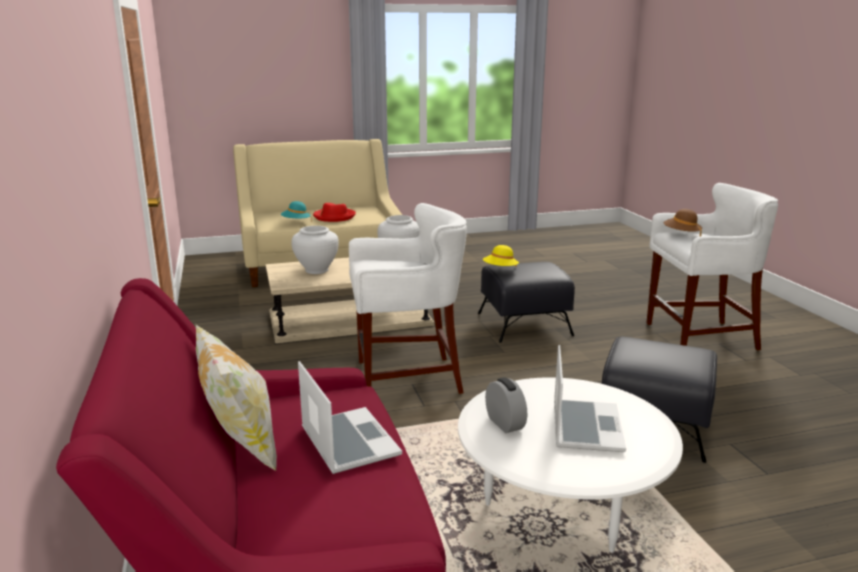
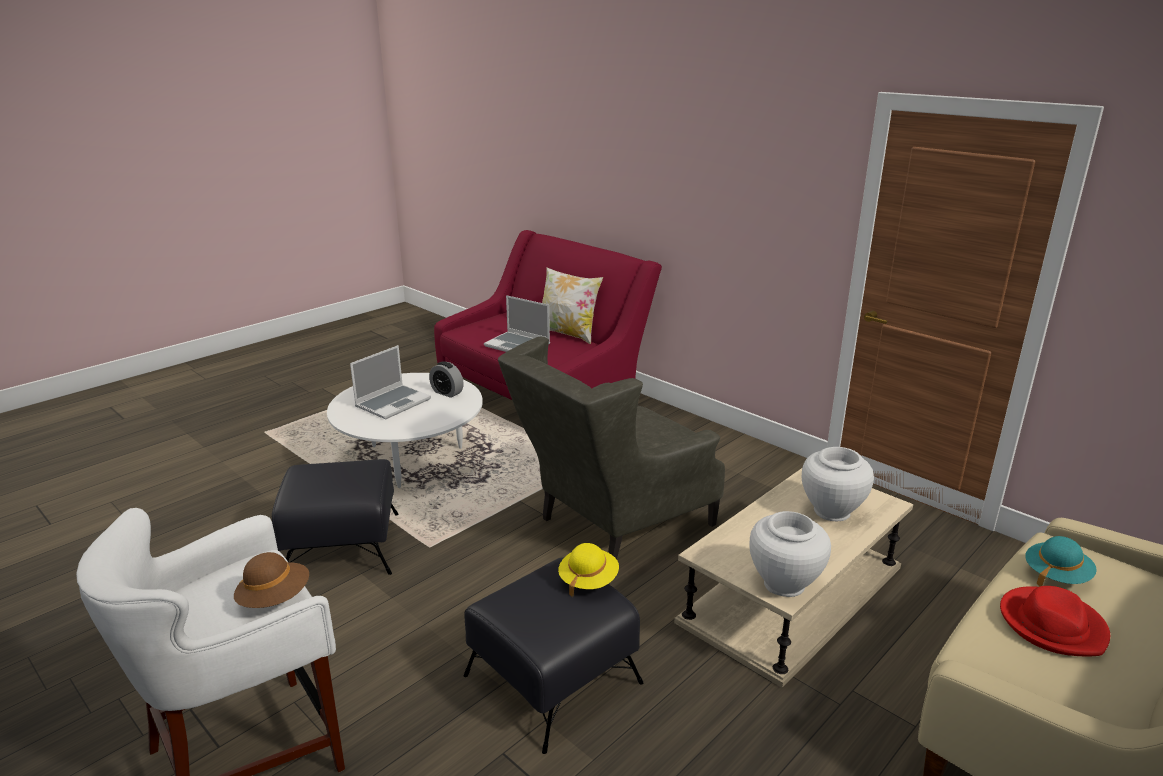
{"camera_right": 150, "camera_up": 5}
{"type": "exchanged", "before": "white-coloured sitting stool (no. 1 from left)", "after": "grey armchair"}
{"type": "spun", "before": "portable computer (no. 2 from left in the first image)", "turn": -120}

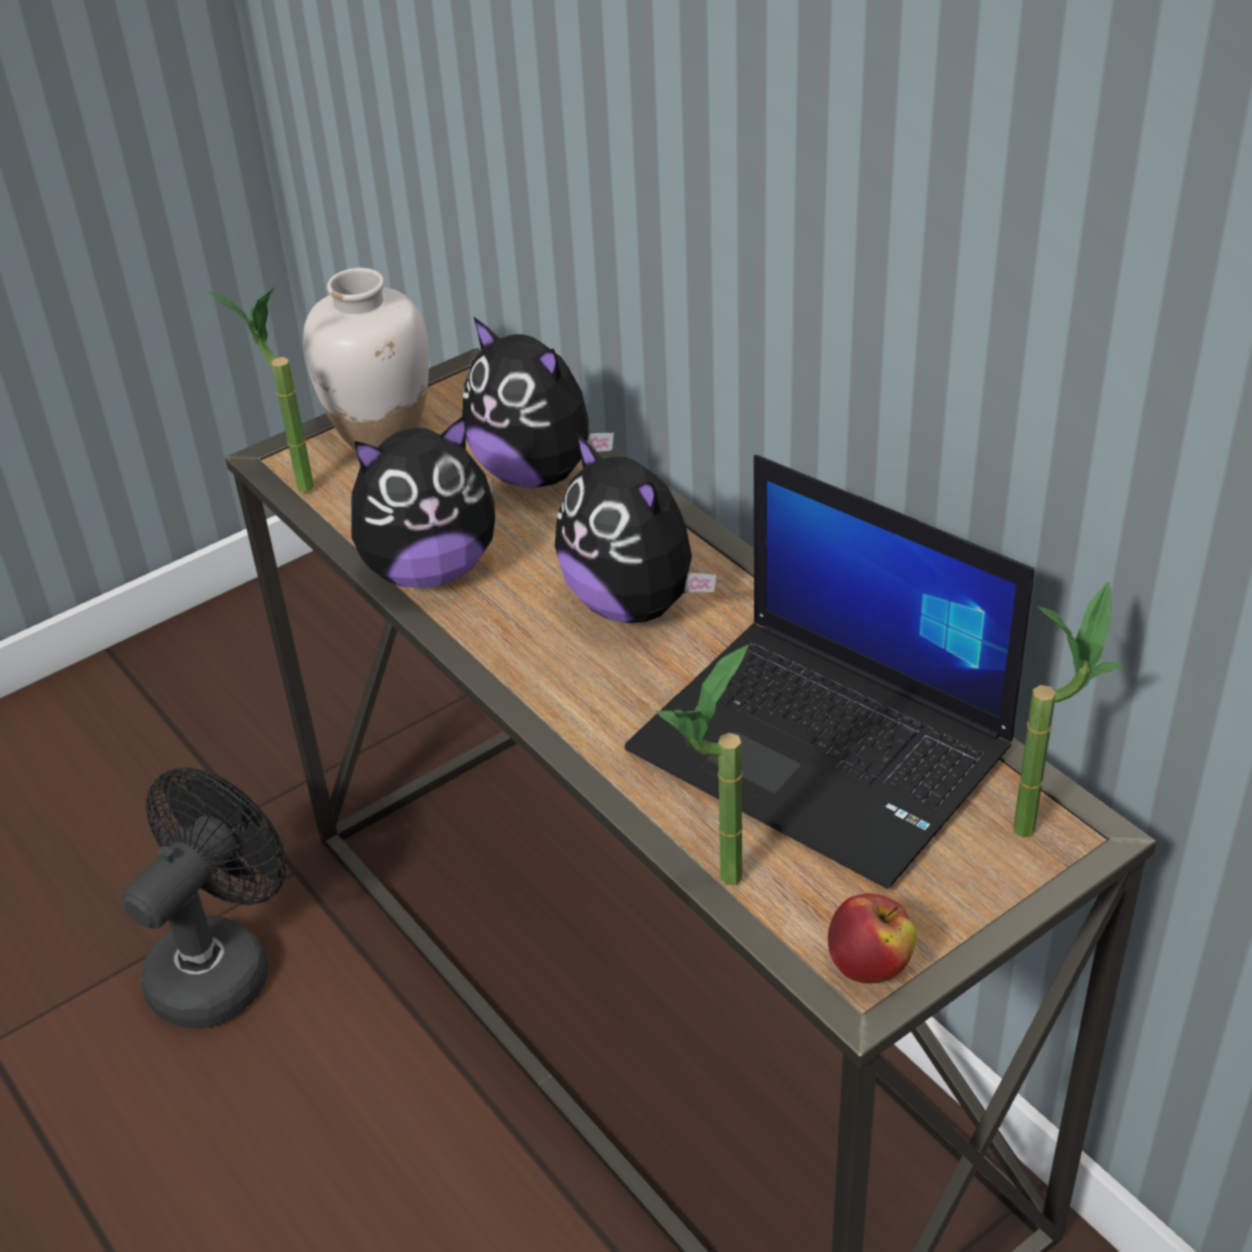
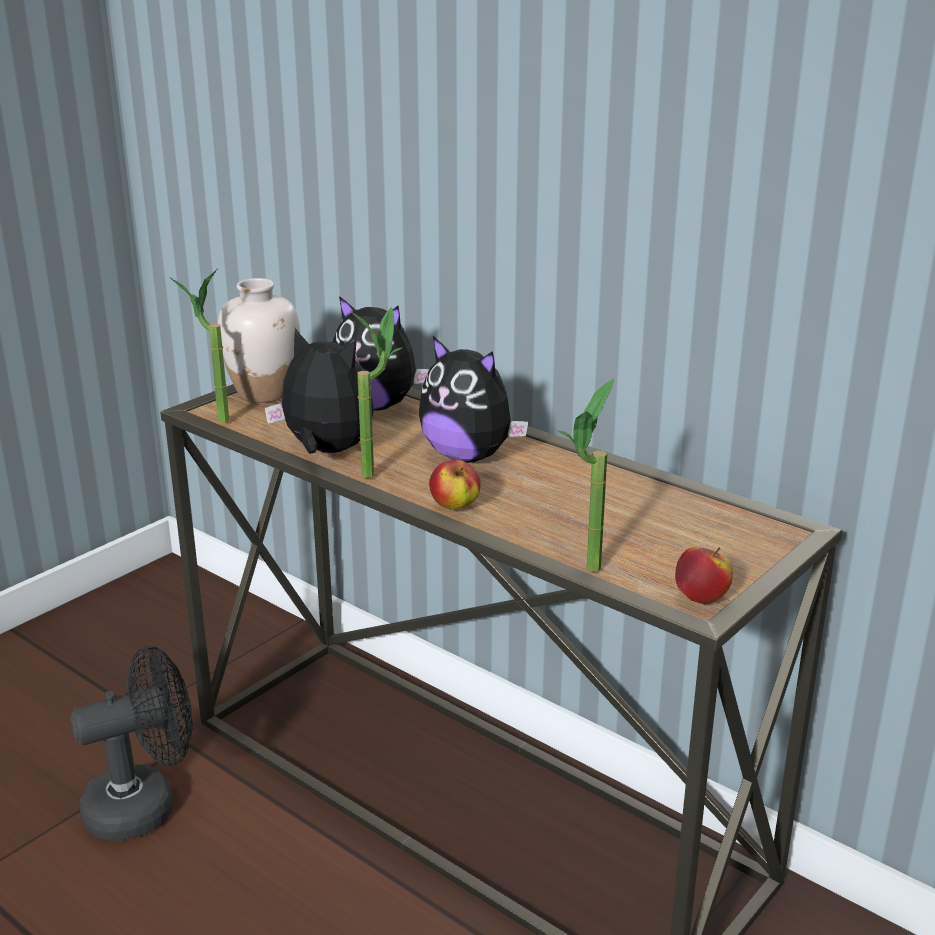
{"camera_right": -15, "camera_up": -15}
{"type": "spun", "before": "soft toy (no. 1 from left)", "turn": -120}
{"type": "missing", "before": "portable computer"}
{"type": "relocated", "before": "plant in a pot (no. 3 from left in the first image)", "after": "plant in a pot (no. 2 from left)"}
{"type": "spun", "before": "black cooling fan", "turn": 45}
{"type": "appeared", "after": "whole apple (no. 1 from left)"}

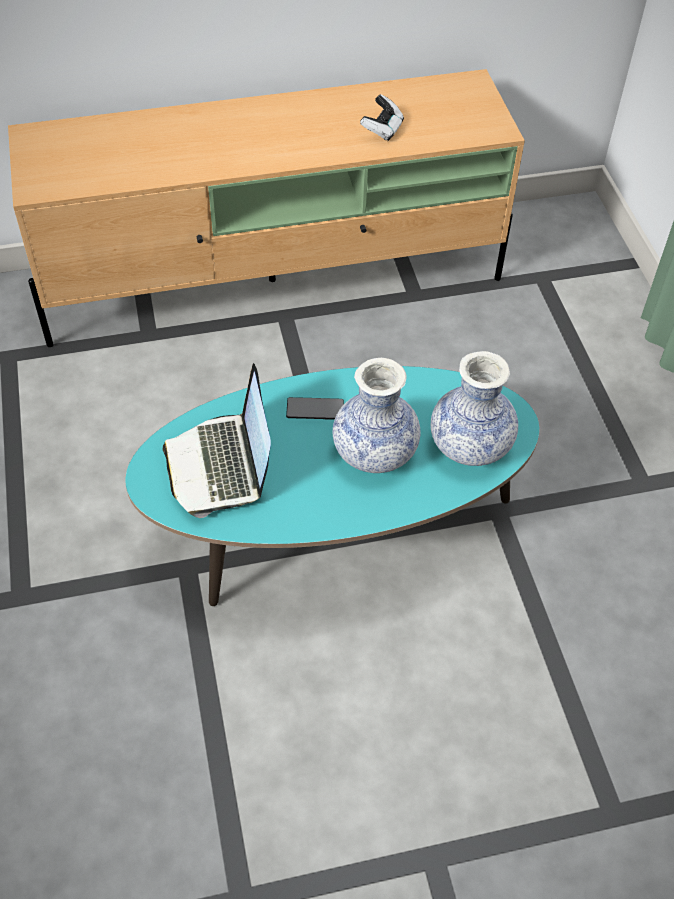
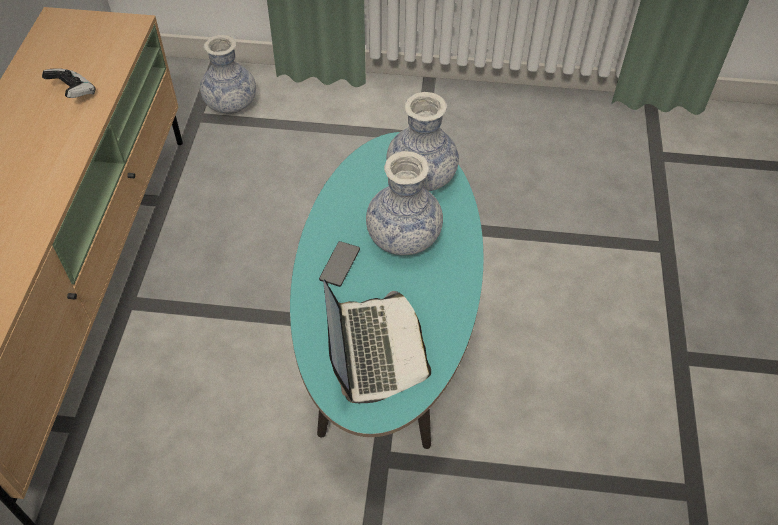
{"camera_right": -70, "camera_up": 0}
{"type": "spun", "before": "portable computer", "turn": -105}
{"type": "appeared", "after": "flower vase (no. 1 from left)"}

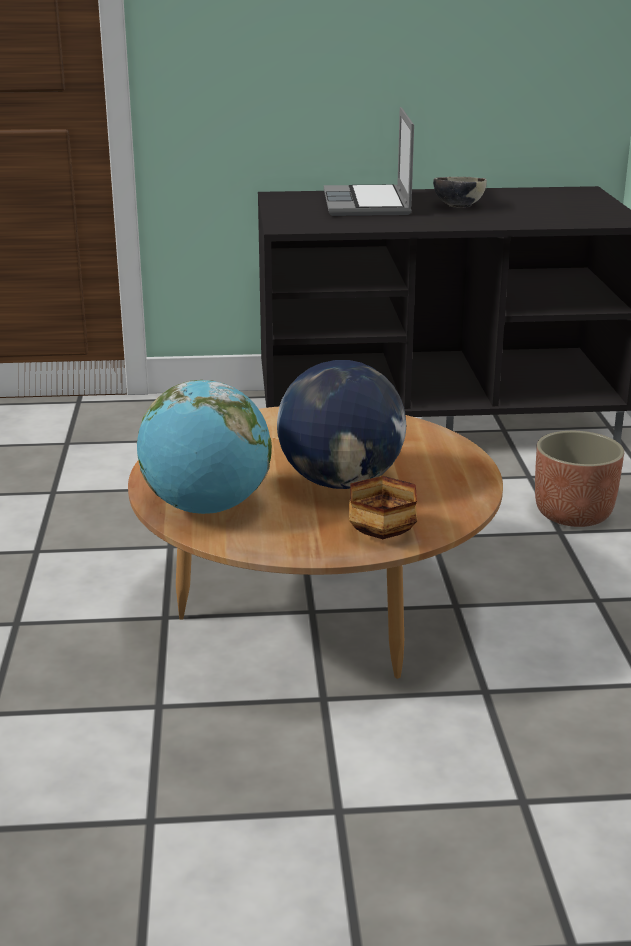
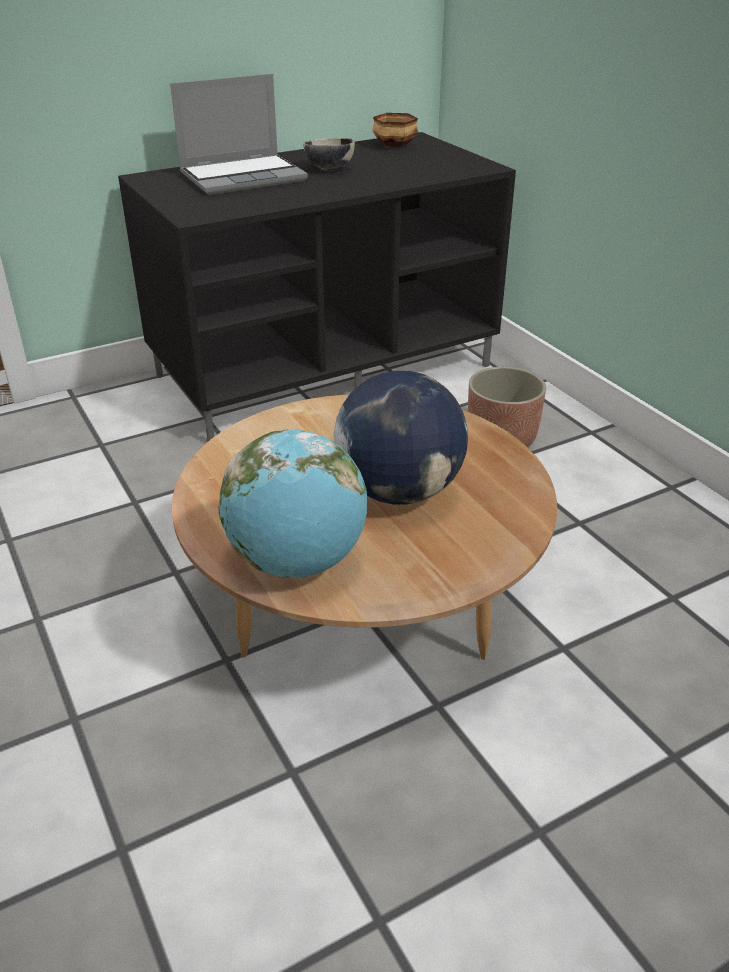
{"camera_right": -25, "camera_up": 10}
{"type": "spun", "before": "portable computer", "turn": -90}
{"type": "relocated", "before": "deep dish (no. 1 from left in the first image)", "after": "deep dish (no. 2 from left)"}

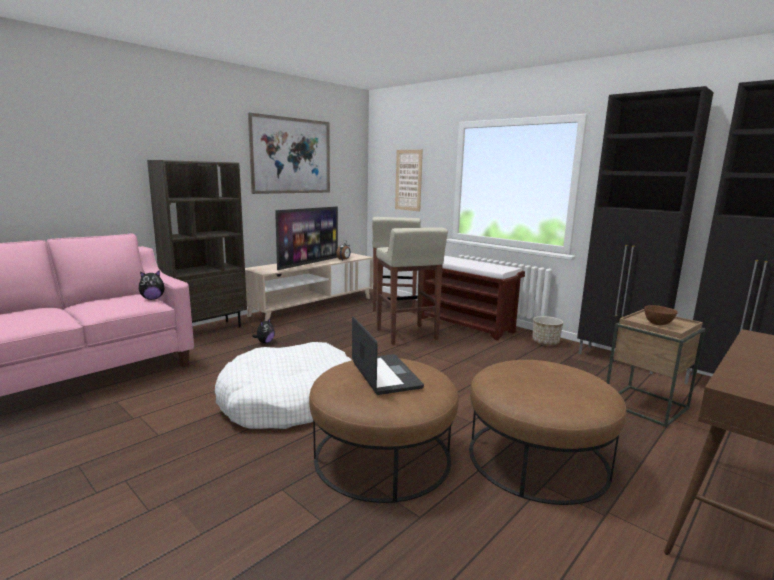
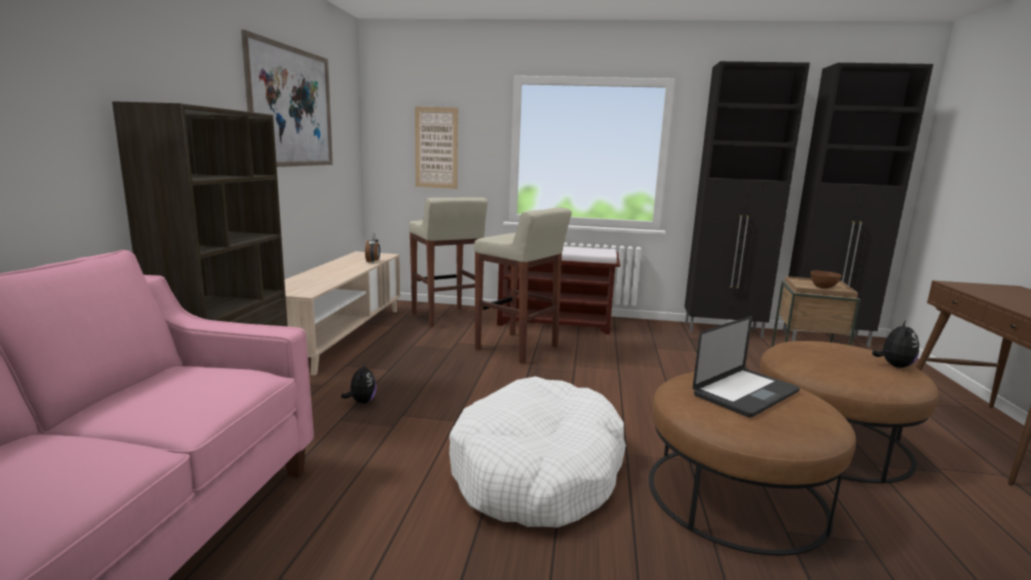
{"camera_right": -35, "camera_up": 0}
{"type": "missing", "before": "television"}
{"type": "relocated", "before": "soft toy (no. 1 from left in the first image)", "after": "soft toy (no. 2 from left)"}
{"type": "spun", "before": "portable computer", "turn": 105}
{"type": "missing", "before": "planter"}

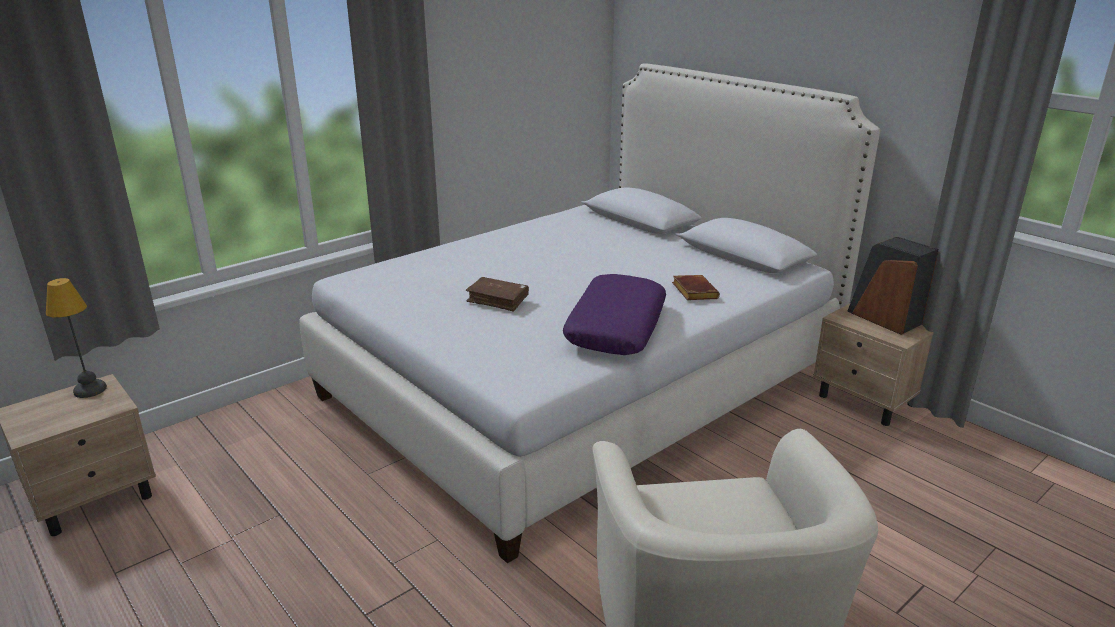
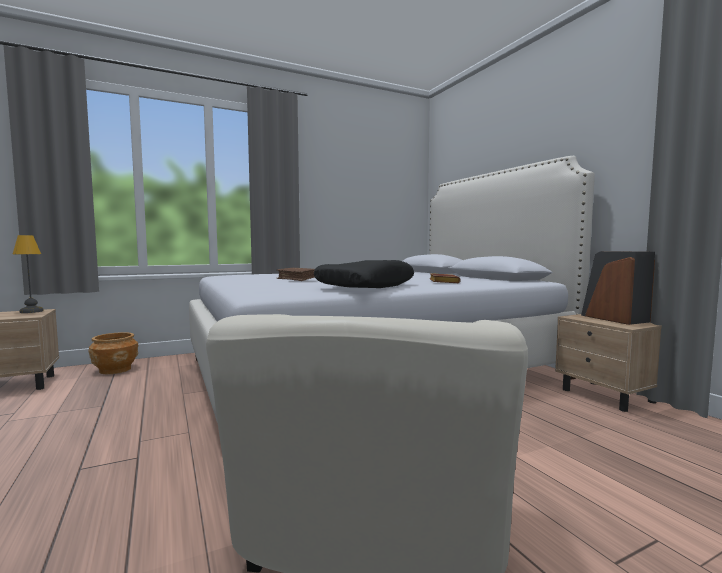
{"camera_right": 15, "camera_up": -20}
{"type": "colour", "before": "purple throw pillow", "after": "black throw pillow"}
{"type": "appeared", "after": "brown-coloured planter"}

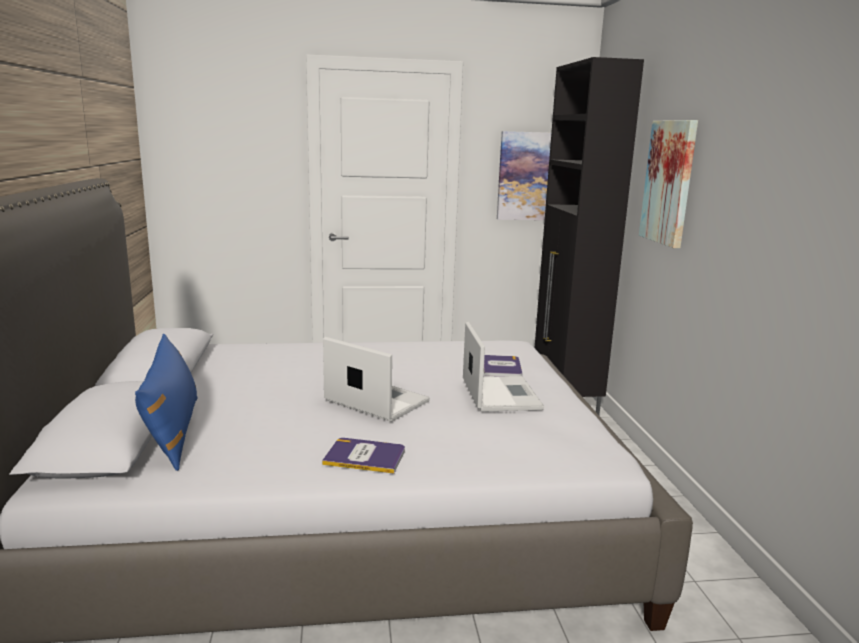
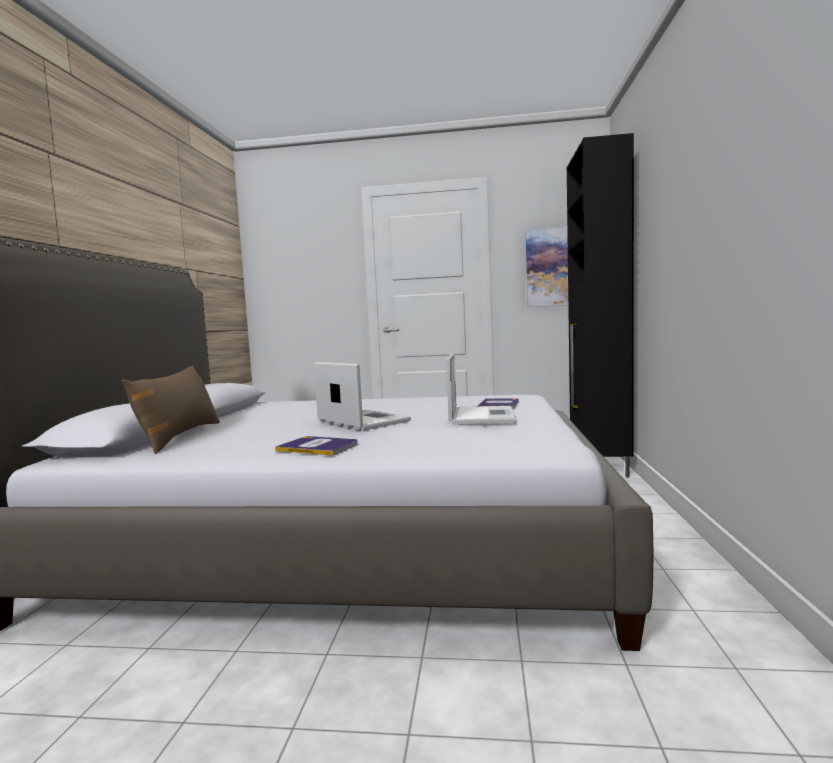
{"camera_right": 15, "camera_up": -10}
{"type": "missing", "before": "wall art (no. 2 from left)"}
{"type": "colour", "before": "bluish throw pillow", "after": "brown-coloured throw pillow"}

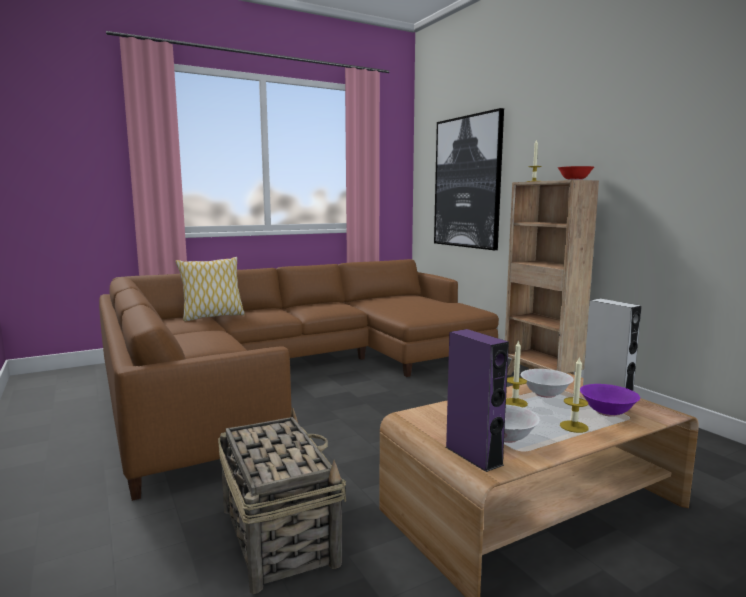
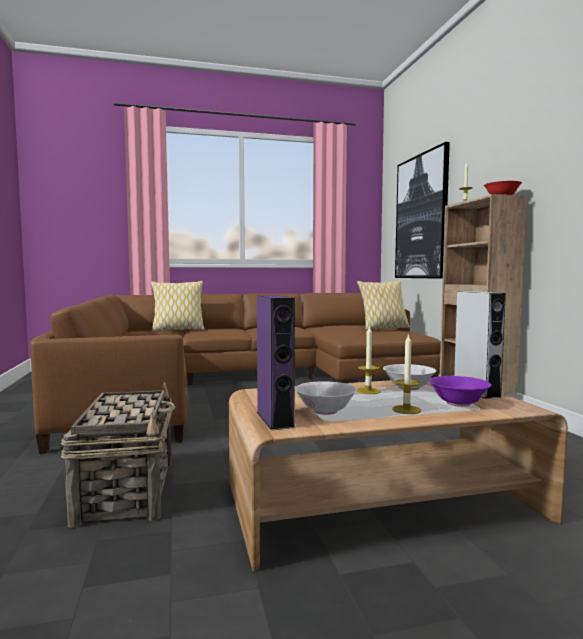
{"camera_right": 15, "camera_up": -5}
{"type": "appeared", "after": "throw pillow (no. 2 from left)"}

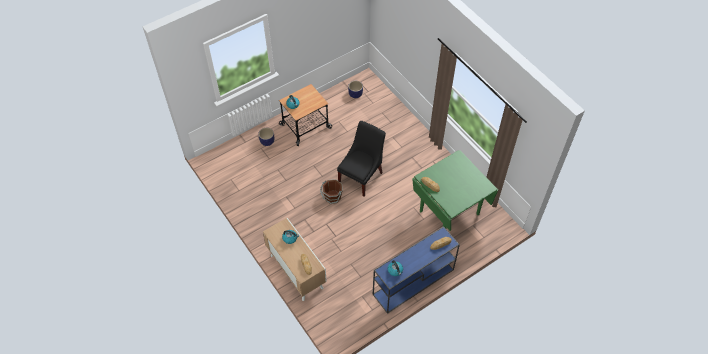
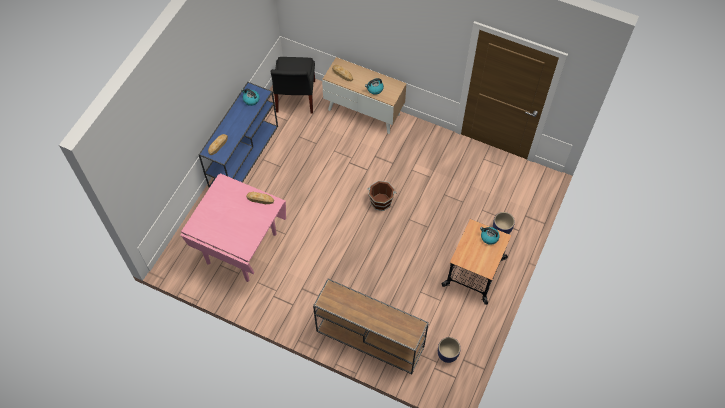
{"camera_right": 150, "camera_up": 5}
{"type": "relocated", "before": "black upright chair"}
{"type": "colour", "before": "greenish kitchen table", "after": "pinkish kitchen table"}
{"type": "appeared", "after": "brown-coloured hall table"}

